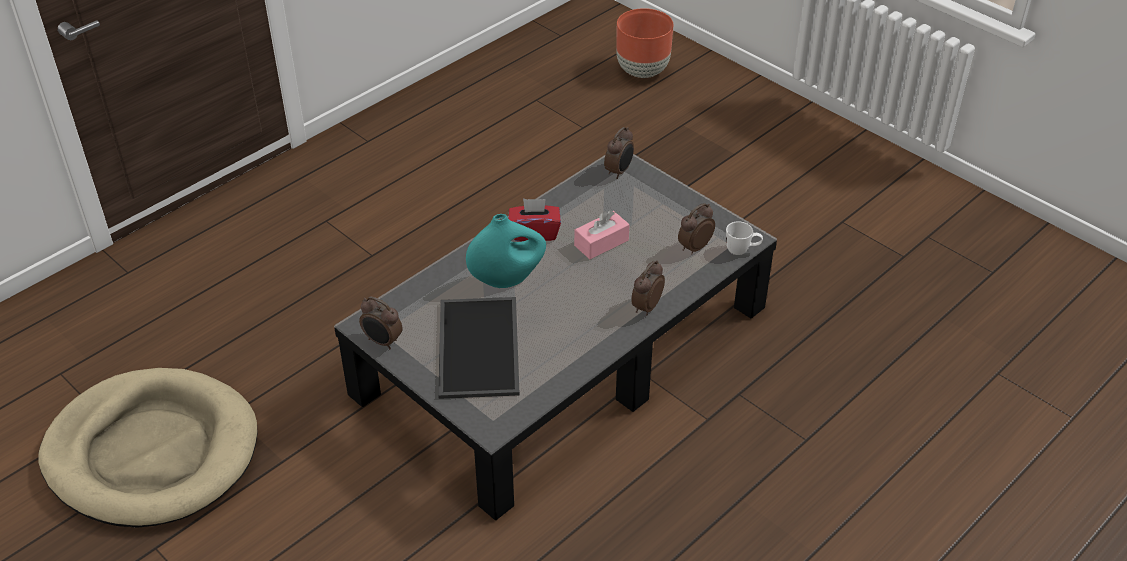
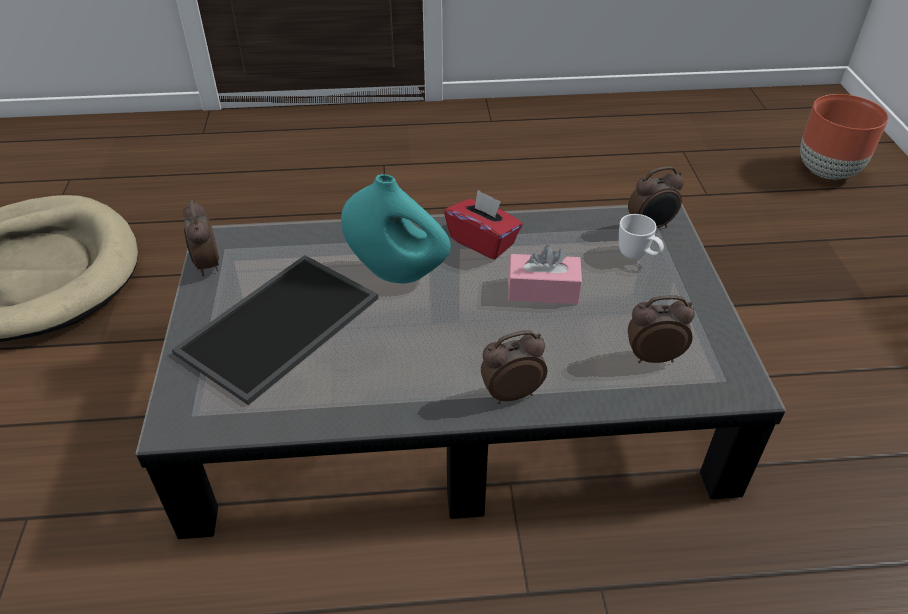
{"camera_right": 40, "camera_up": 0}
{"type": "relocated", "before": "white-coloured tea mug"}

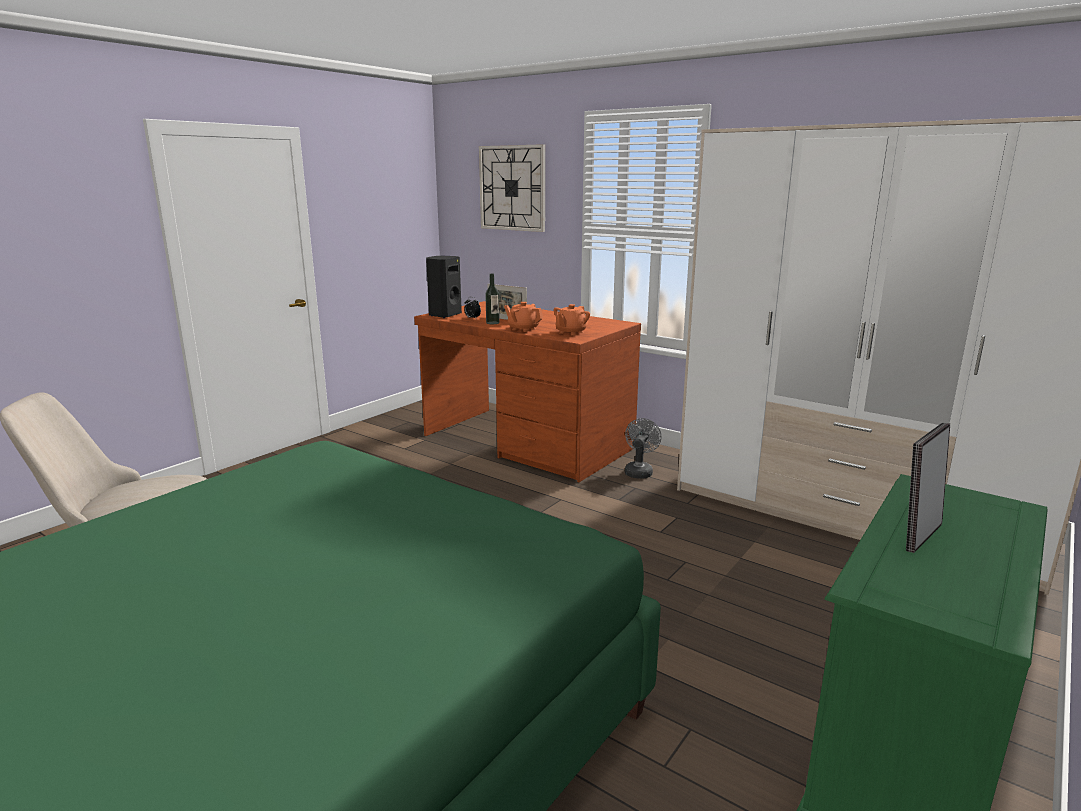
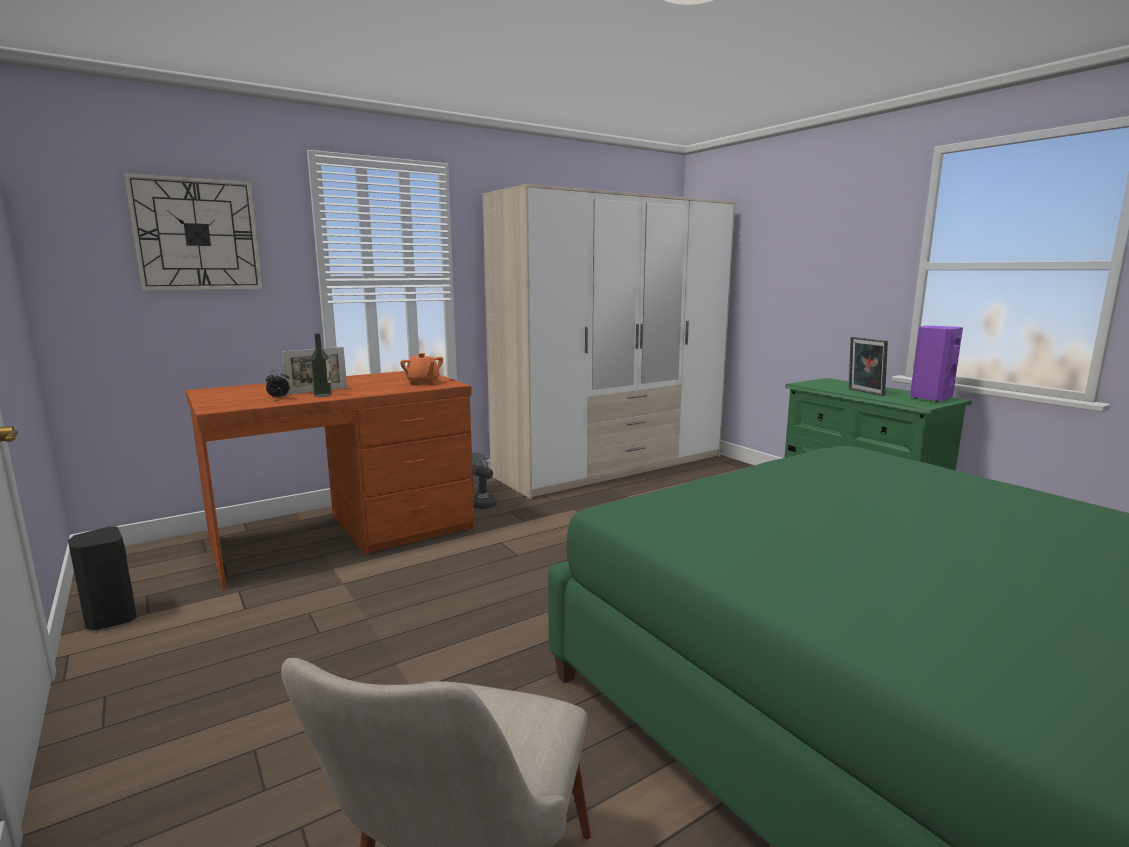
{"camera_right": -70, "camera_up": -5}
{"type": "relocated", "before": "black speaker"}
{"type": "missing", "before": "orange-coloured pot for tea (no. 1 from left)"}
{"type": "appeared", "after": "purple speaker"}

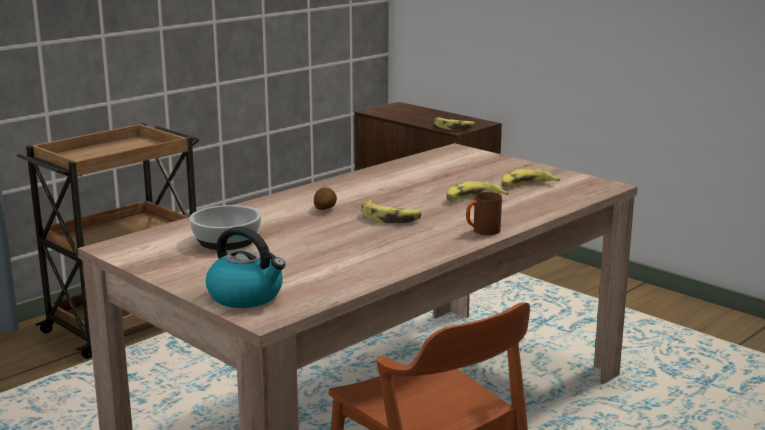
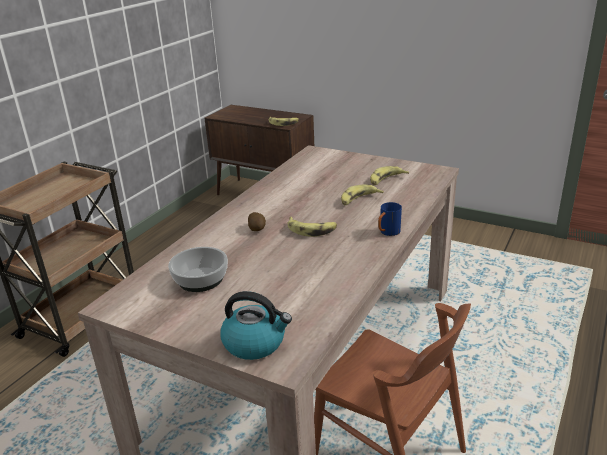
{"camera_right": -15, "camera_up": 10}
{"type": "colour", "before": "brown-coloured tea mug", "after": "bluish tea mug"}

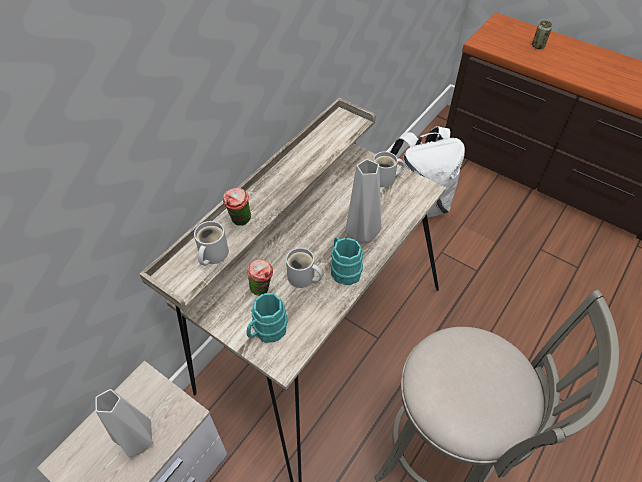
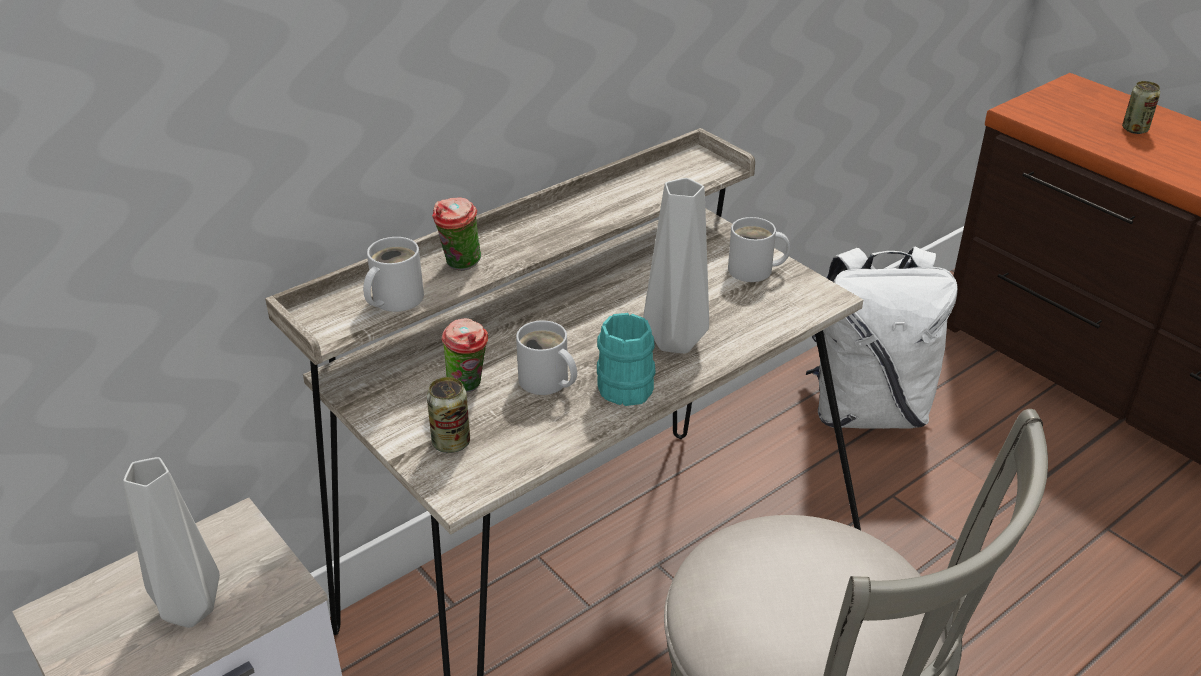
{"camera_right": 15, "camera_up": -15}
{"type": "exchanged", "before": "turquoise-coloured tea mug (no. 1 from left)", "after": "sealed can (no. 1 from left)"}

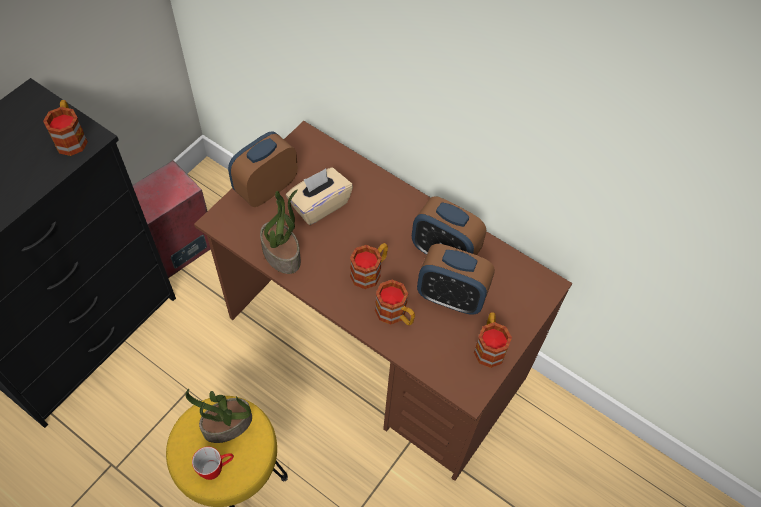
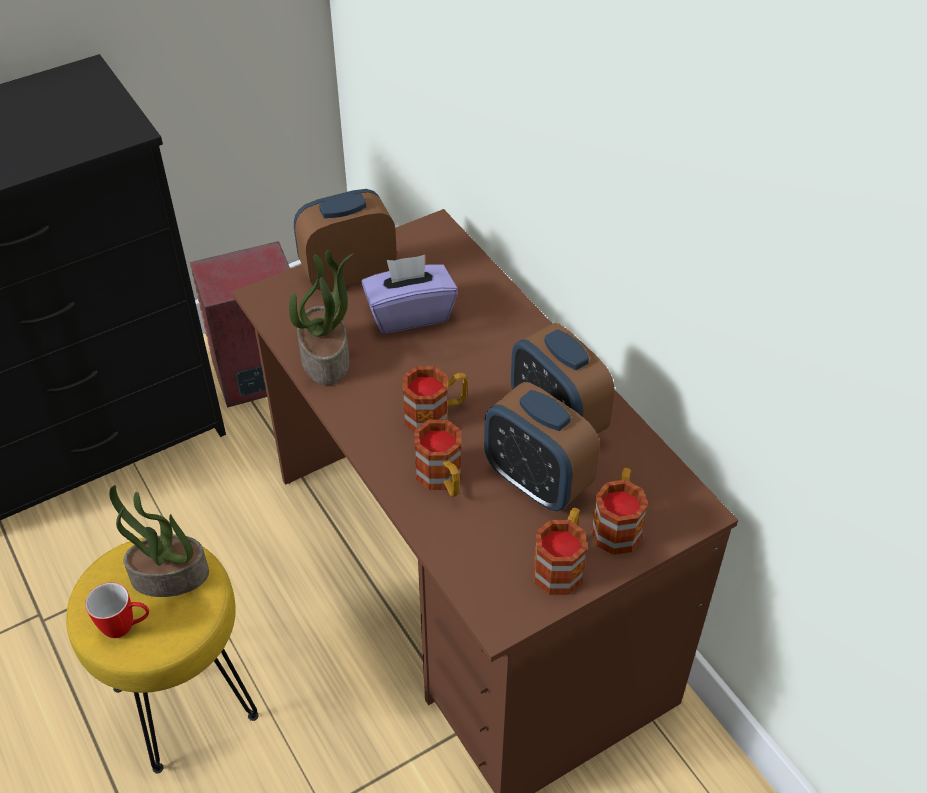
{"camera_right": 25, "camera_up": -10}
{"type": "relocated", "before": "tea mug (no. 1 from left in the first image)", "after": "tea mug (no. 5 from left)"}
{"type": "colour", "before": "beige box of tissues", "after": "purple box of tissues"}

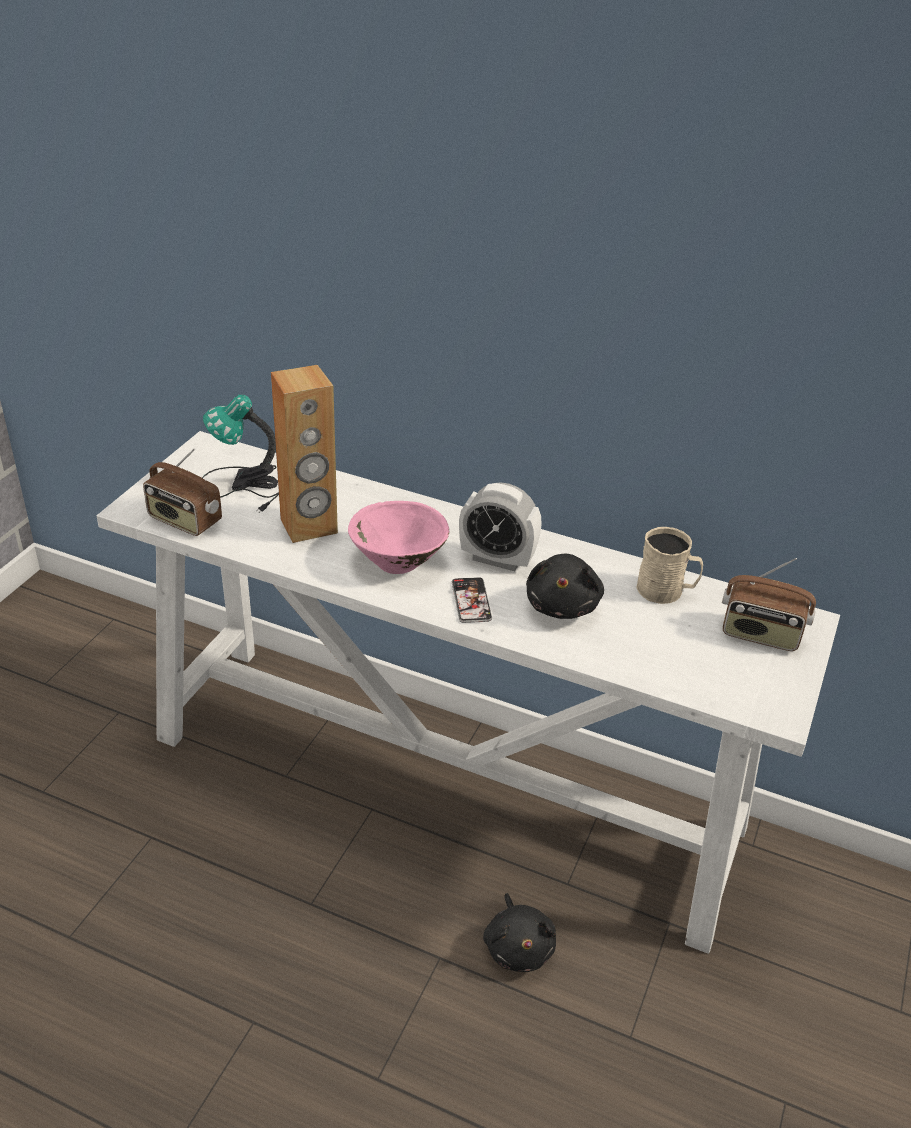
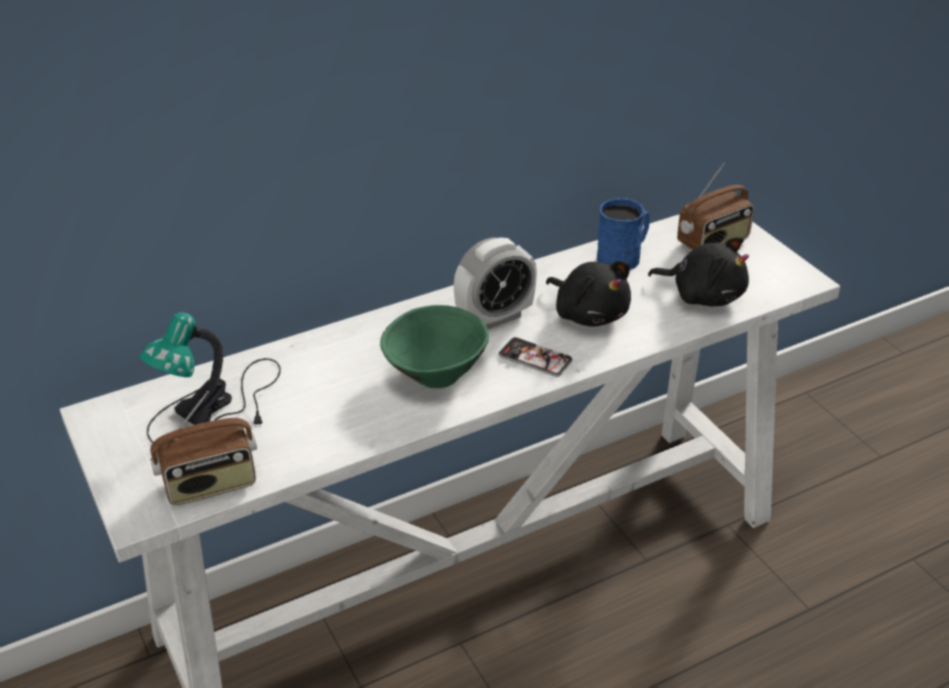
{"camera_right": -50, "camera_up": 0}
{"type": "missing", "before": "brown-coloured speaker"}
{"type": "colour", "before": "pinkish deep dish", "after": "greenish deep dish"}
{"type": "colour", "before": "beige tea mug", "after": "bluish tea mug"}
{"type": "relocated", "before": "black soft toy (no. 1 from left in the first image)", "after": "black soft toy (no. 2 from left)"}

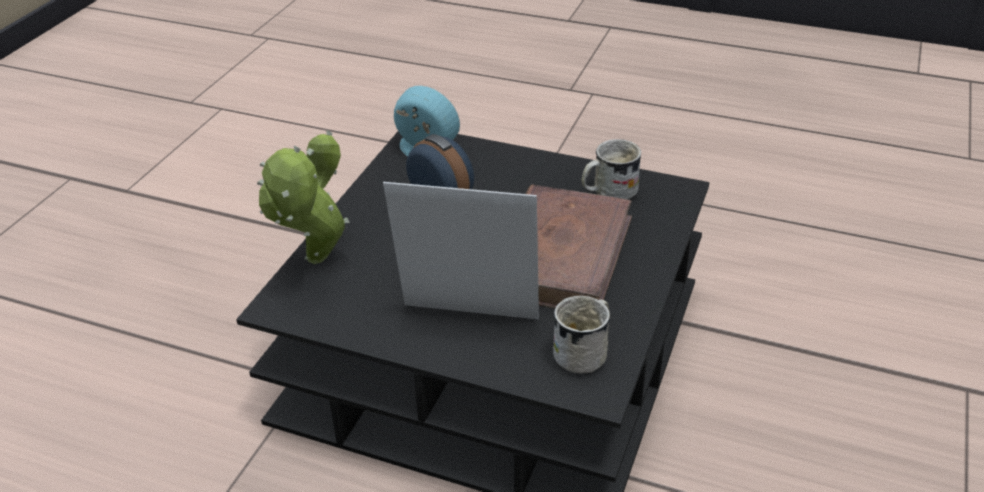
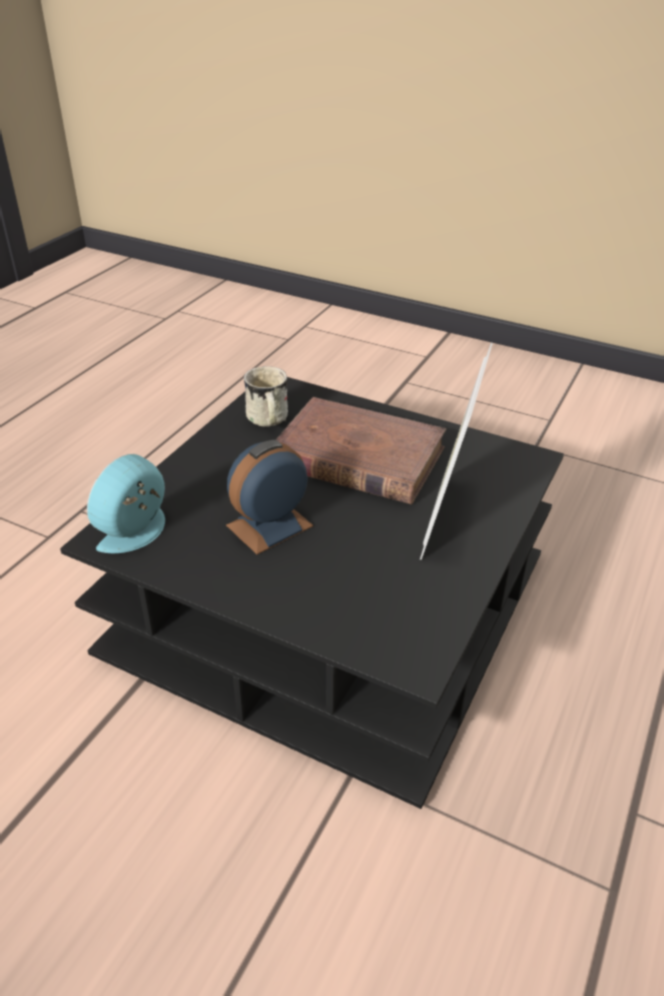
{"camera_right": -85, "camera_up": 0}
{"type": "missing", "before": "plant in a pot"}
{"type": "missing", "before": "white-coloured tea mug (no. 1 from left)"}

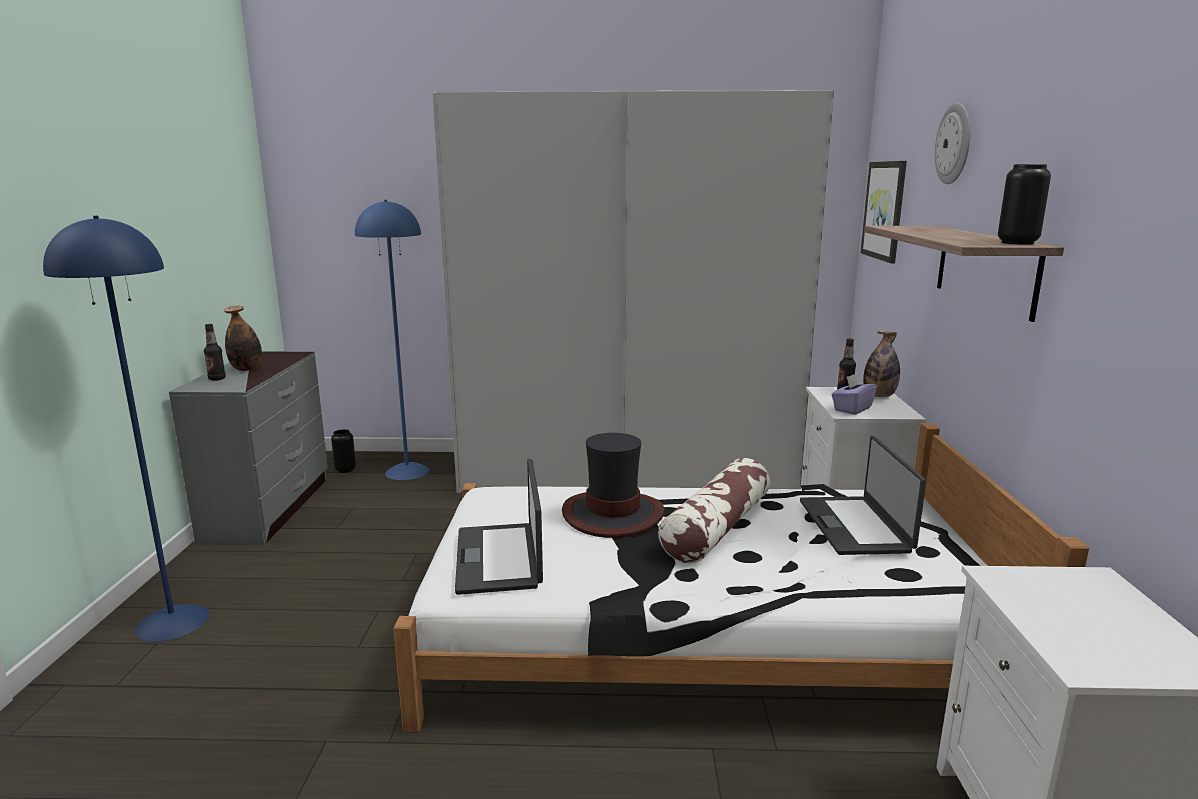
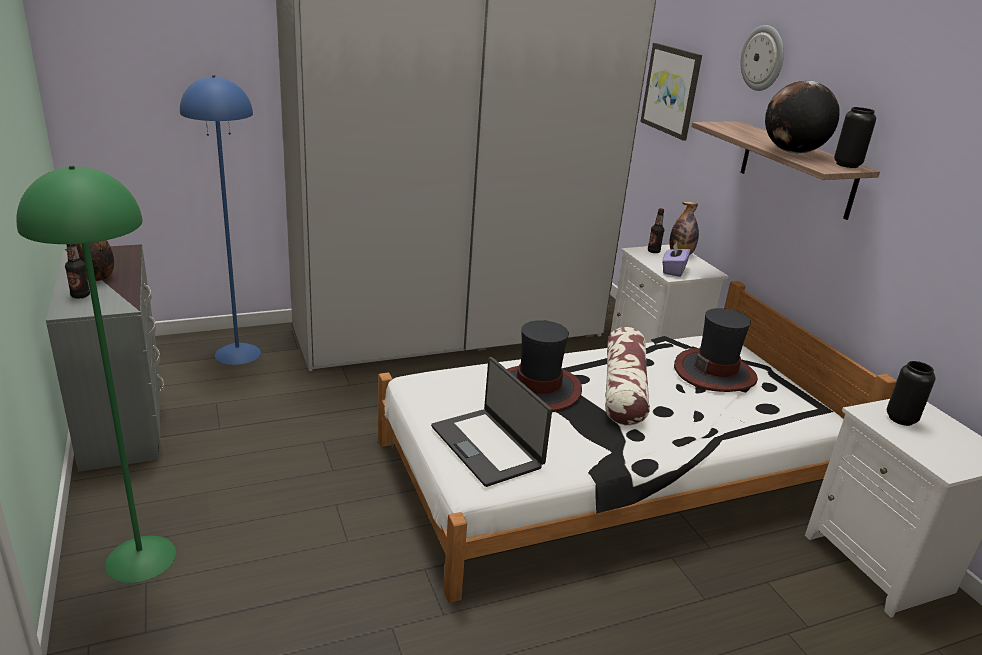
{"camera_right": -25, "camera_up": 10}
{"type": "colour", "before": "bluish standing lamp (no. 1 from left)", "after": "greenish standing lamp"}
{"type": "relocated", "before": "black flower vase (no. 1 from left in the first image)", "after": "black flower vase (no. 2 from left)"}
{"type": "exchanged", "before": "portable computer (no. 2 from left)", "after": "hat (no. 2 from left)"}
{"type": "appeared", "after": "desk globe"}

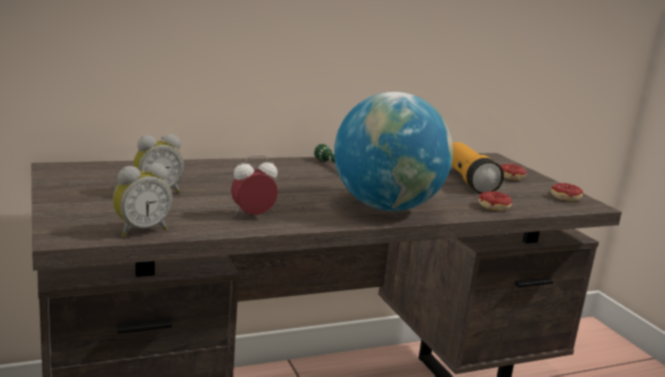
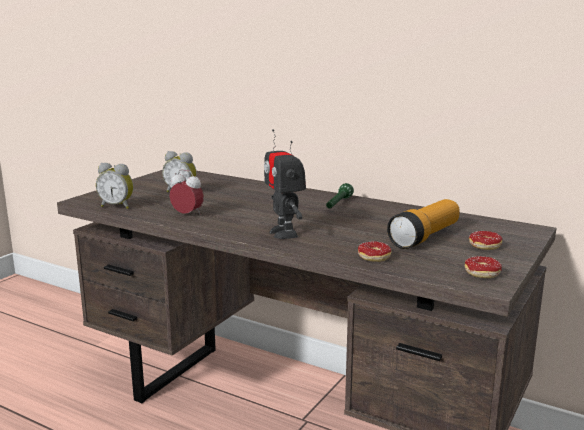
{"camera_right": 55, "camera_up": 0}
{"type": "exchanged", "before": "desk globe", "after": "robot figure"}

